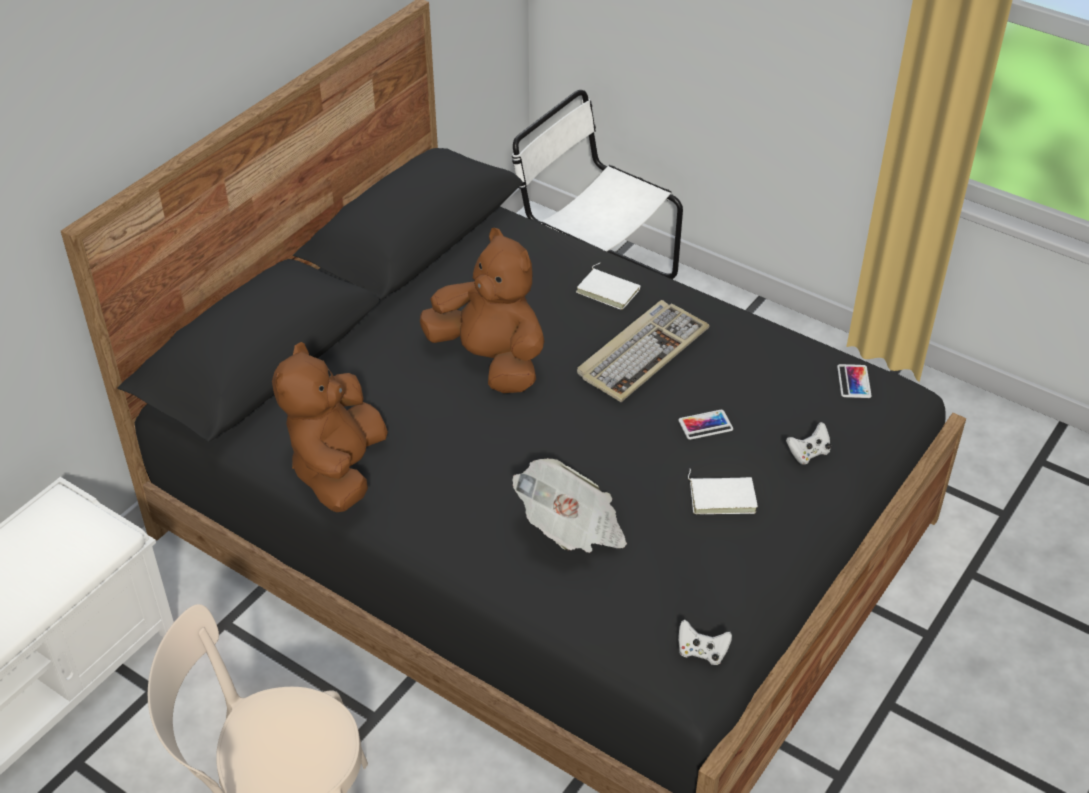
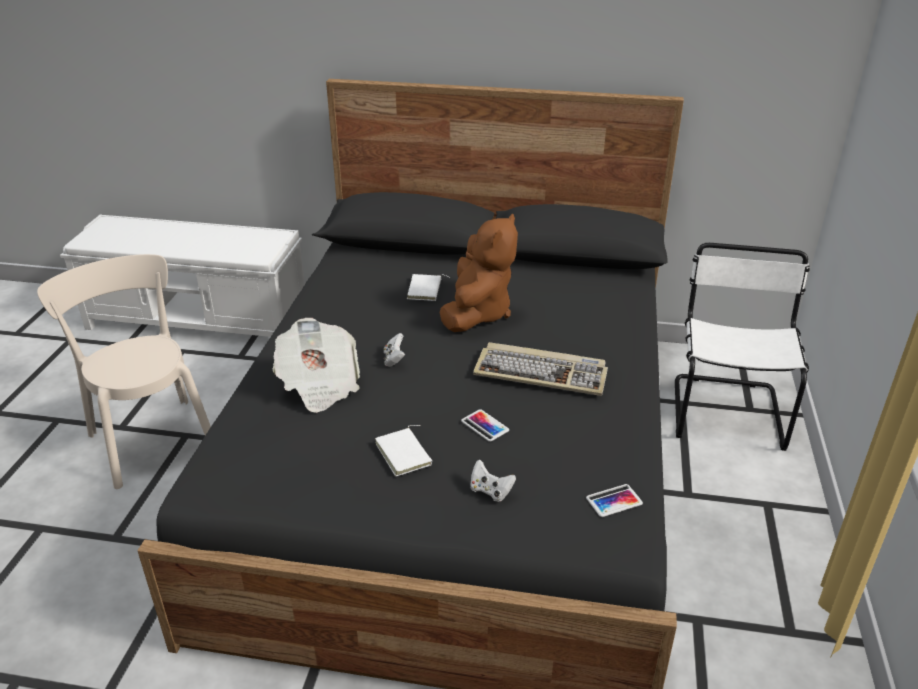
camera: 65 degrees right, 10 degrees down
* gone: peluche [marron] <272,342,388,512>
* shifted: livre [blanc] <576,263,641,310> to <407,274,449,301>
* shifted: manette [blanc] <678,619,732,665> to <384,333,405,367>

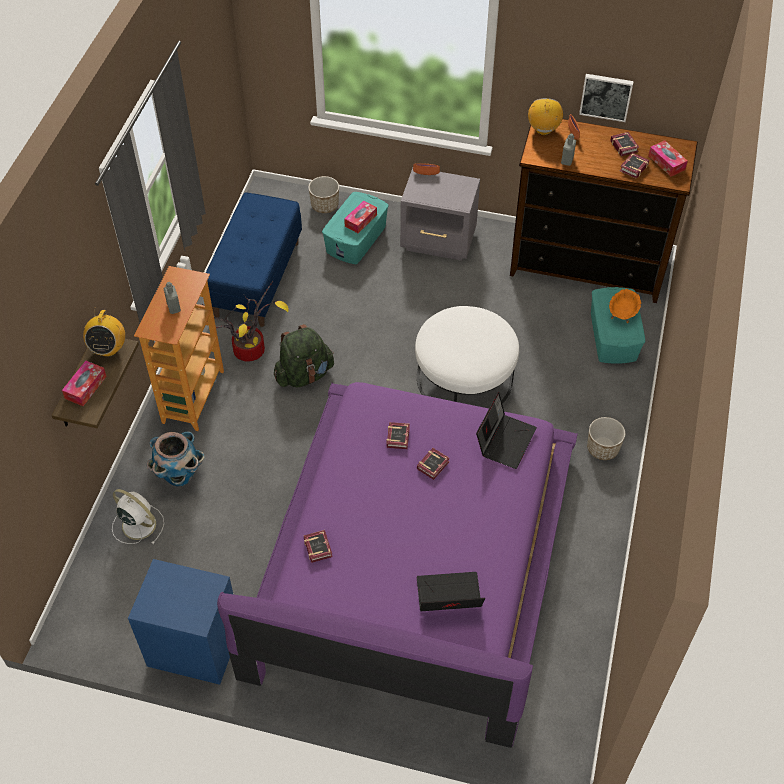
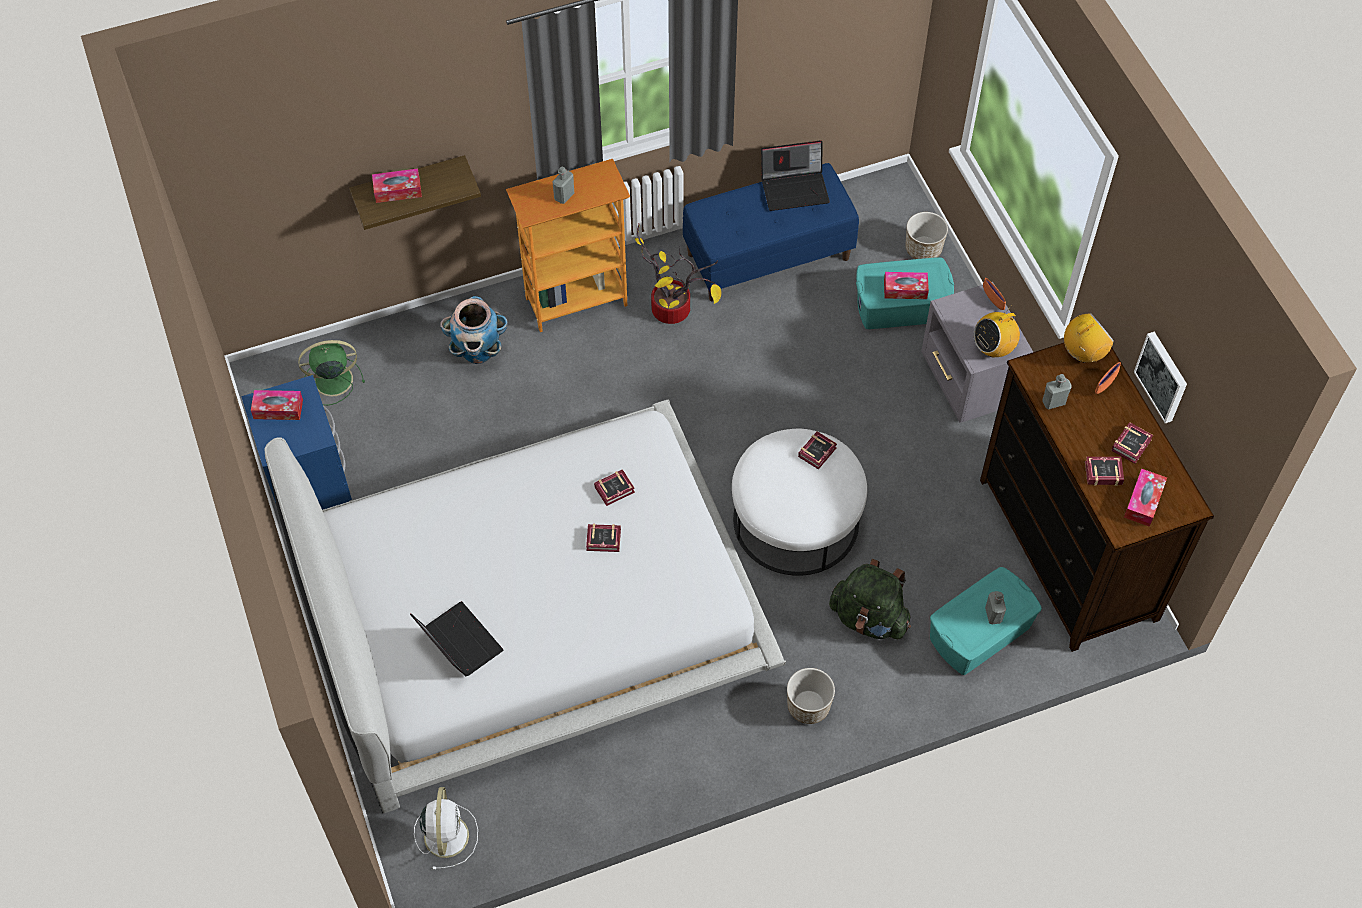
camera: 55 degrees right, 5 degrees up
* new: boîte à mouchoirs <251,390,303,420>
* new: ventilateur [vert] <298,340,365,405>
* shifted: radio <83,310,125,357> to <974,305,1020,357>
* shifted: ventilateur [blanc] <112,489,164,545> to <414,787,478,870>
* shifted: sac à dos [vert] <274,324,334,388> to <829,559,911,639>
* shifted: livre <304,530,333,563> to <798,431,837,470>
* shifted: ordinateur portable <476,392,537,469> to <761,140,830,211>
* swapped: bol [orange] <609,289,641,323> to bouteille [gris] <985,591,1006,624>
* repainted: lit [violet] <217,382,578,748> to lit [blanc] <264,400,786,813>

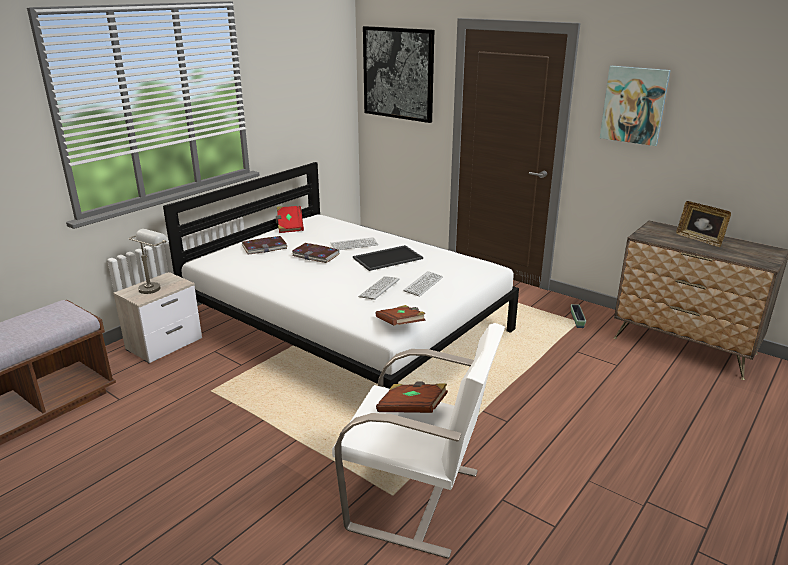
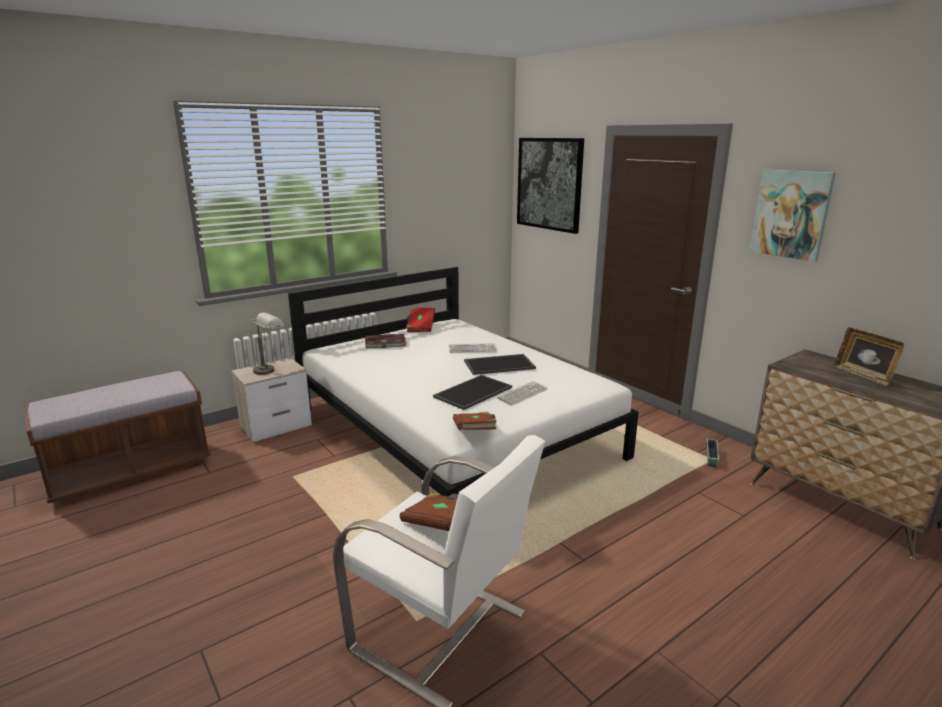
camera: 15 degrees right, 5 degrees down
* gone: livre <291,243,340,263>
* swapped: clavier <358,276,399,300> to plateau <433,375,512,410>

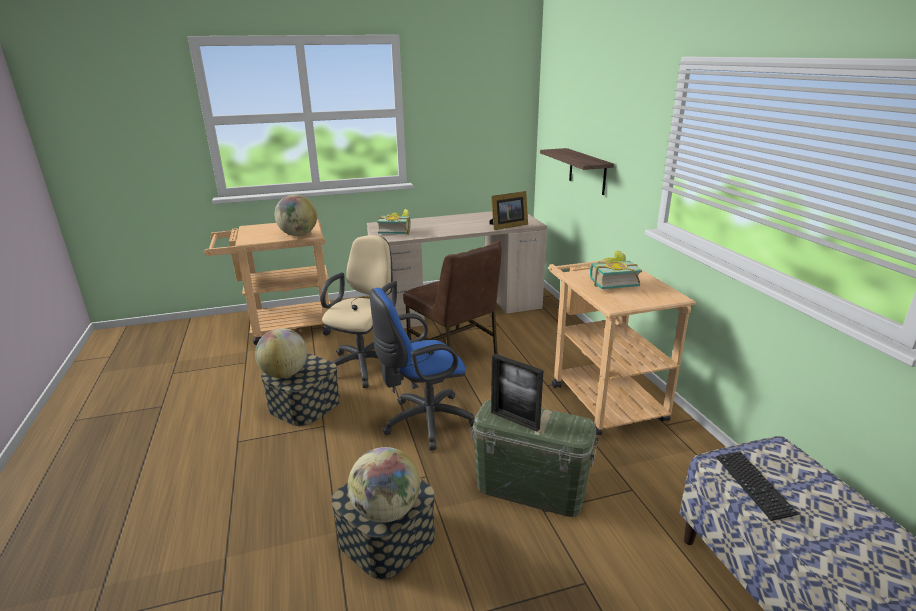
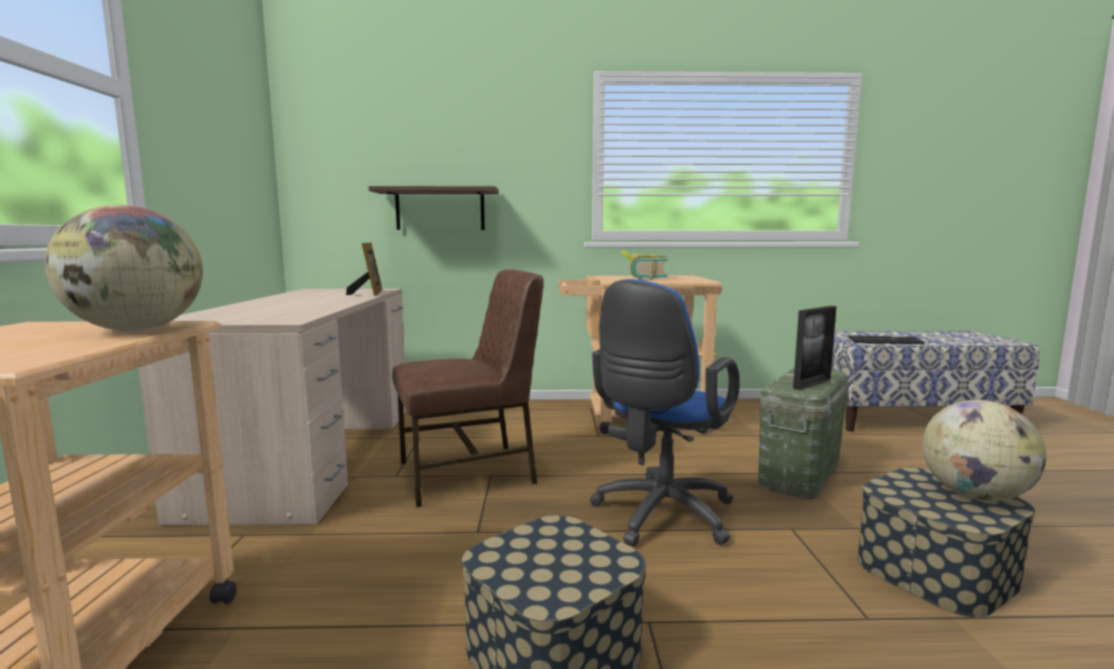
camera: 75 degrees left, 15 degrees down
* gone: globe <255,328,307,378>
* gone: chaise de bureau [beige] <320,235,397,388>
* gone: livre <377,209,411,234>
* rotated: chaise de bureau [bleu] <370,288,475,450> = <590,279,740,547> 45 degrees clockwise

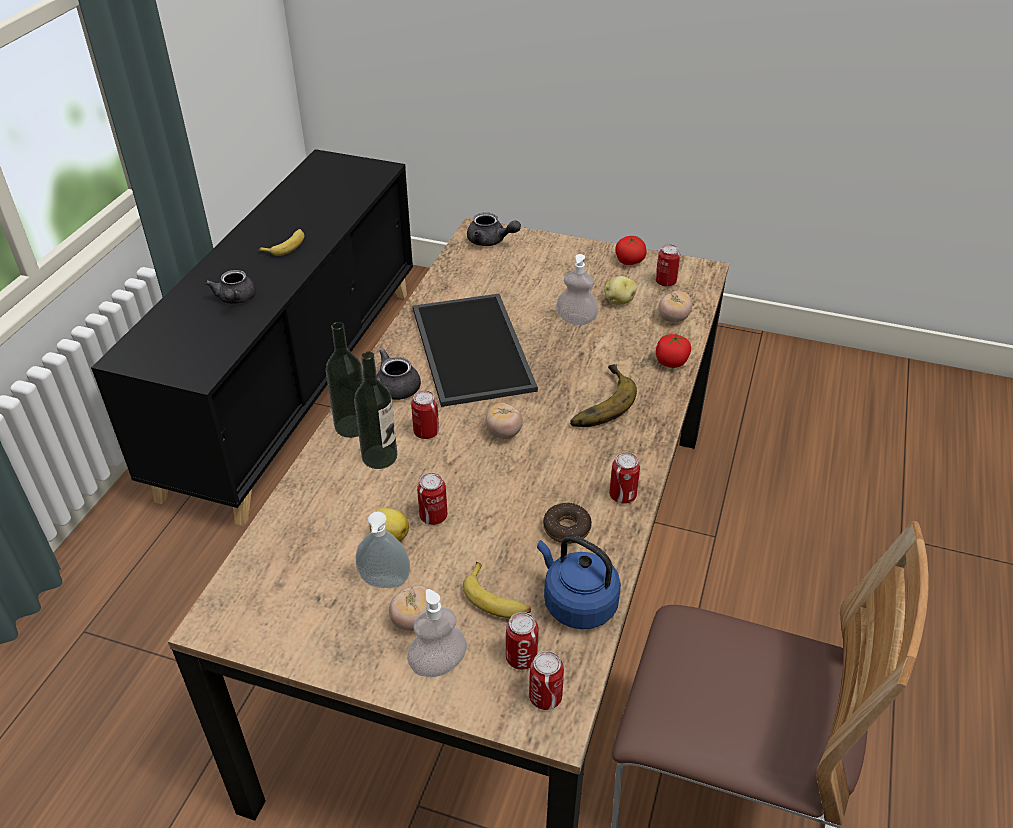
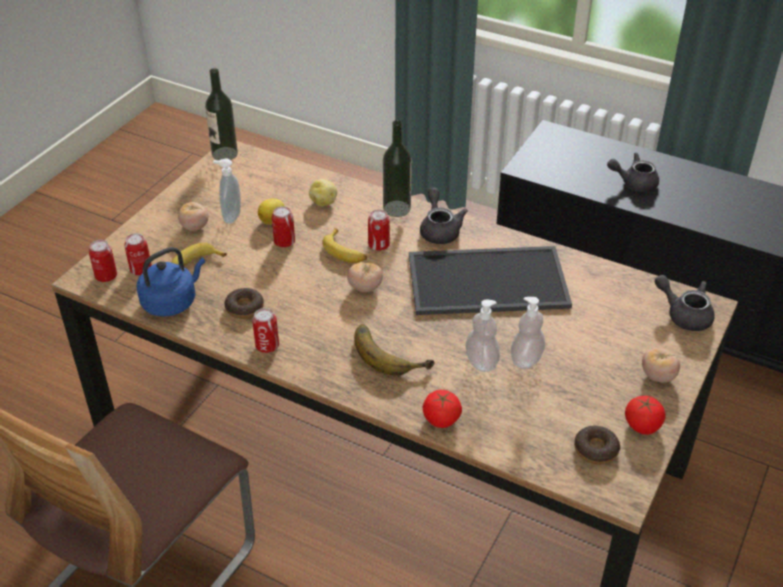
camera: 100 degrees right, 0 degrees up
* shifted: banane <259,229,304,256> to <322,228,367,263>
* shifted: bouteille <354,351,397,469> to <205,68,238,160>
* shifted: distributeur de savon <407,589,467,677> to <465,300,500,372>
* shifted: pomme de terre <604,276,636,305> to <309,179,337,206>
* shifted: tomate <658,291,692,323> to <642,348,680,383>
* swapped: boîte métallique <655,244,680,287> to beignet <574,426,620,464>
* rotated: théière [gris] <467,212,521,246> = <655,275,715,331> 90 degrees clockwise

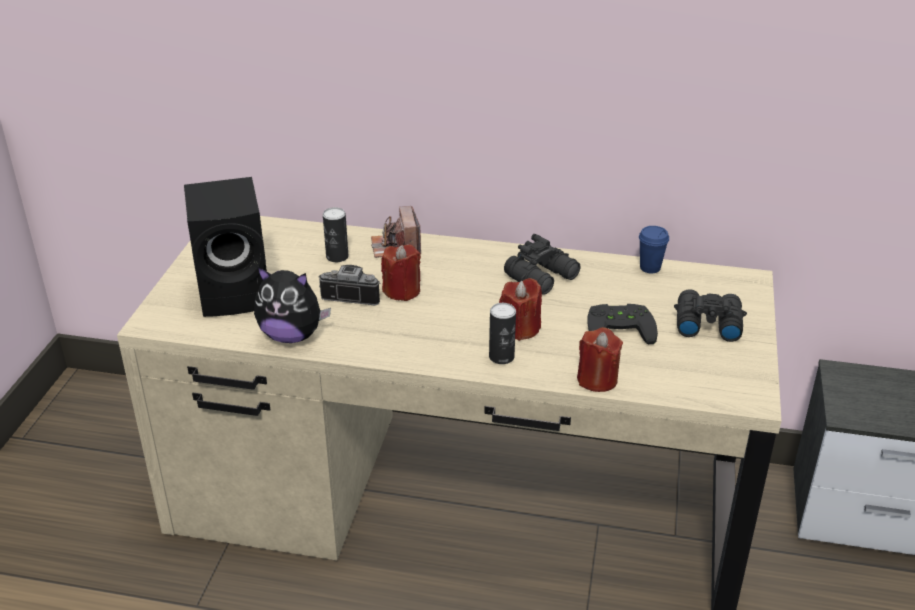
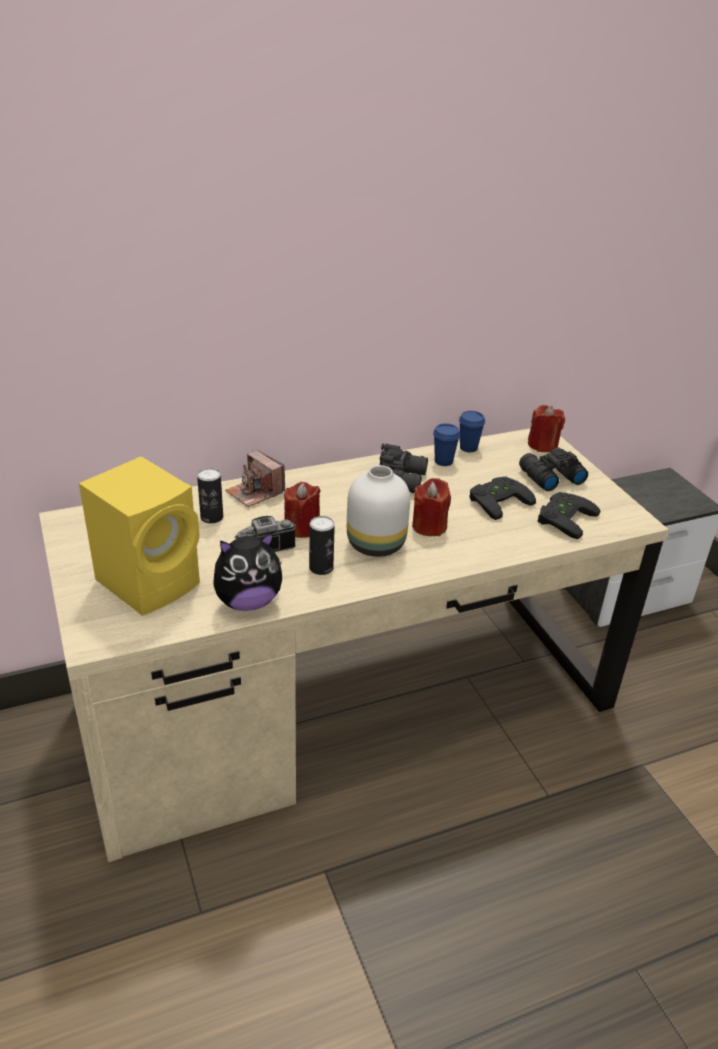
camera: 35 degrees left, 0 degrees up
* new: vase [blanc] <347,465,410,557>
* new: tasse [bleu] <433,423,460,466>
* new: manette [noir] <538,492,600,539>
* shifted: boîte métallique <489,303,516,364> to <309,516,335,575>
* shifted: bougie [rouge] <577,327,623,392> to <528,405,565,452>
* repainted: enceinte [noir] <184,177,267,317> to enceinte [jaune] <79,456,200,616>

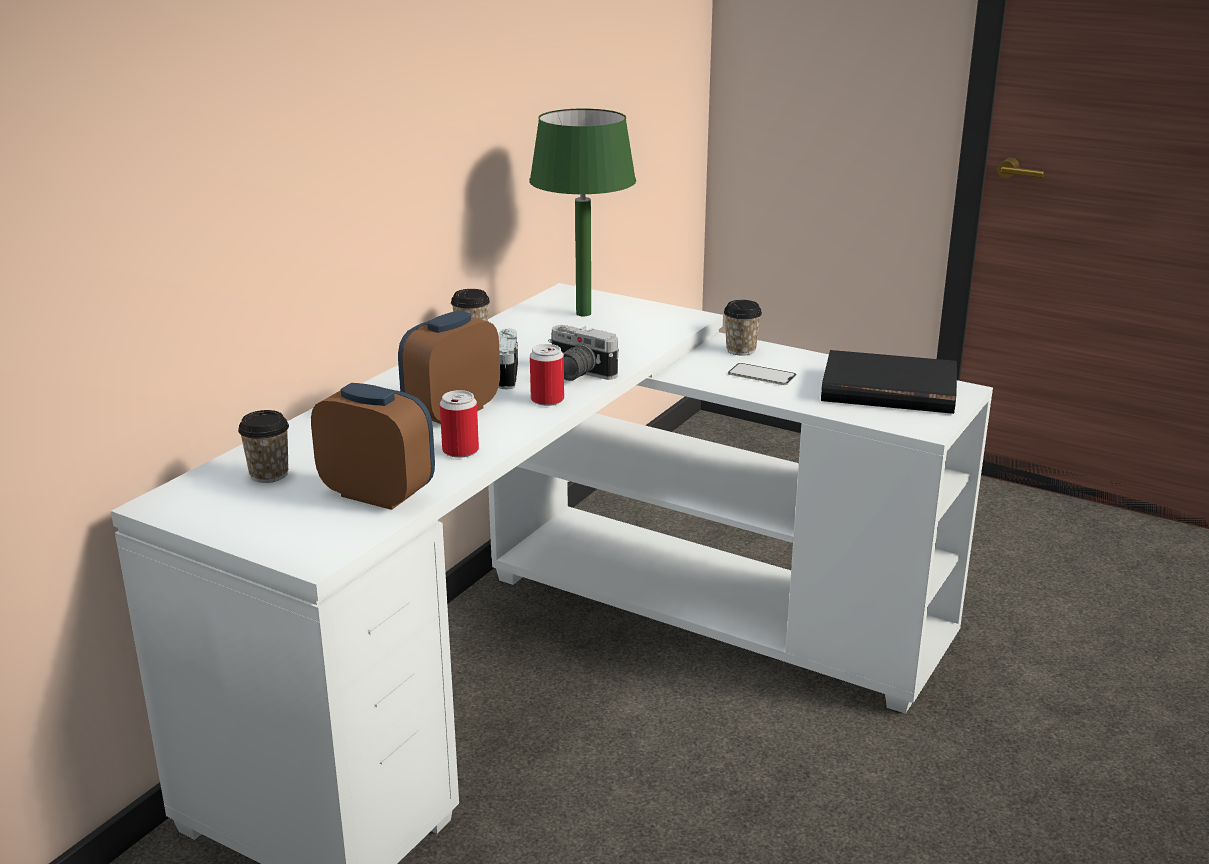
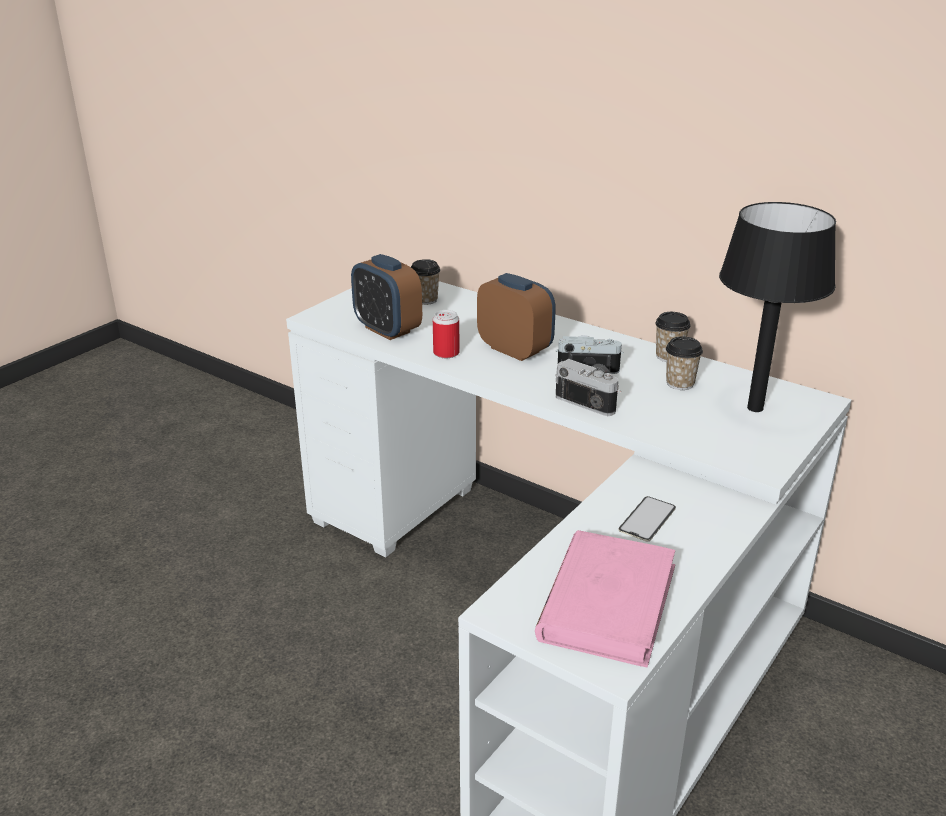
camera: 95 degrees right, 5 degrees up
* gone: boîte métallique <530,344,564,406>
* shifted: tasse <724,300,762,356> to <666,336,703,390>
* repainted: lampe de table [vert] <529,108,636,316> to lampe de table [noir] <719,202,836,412>
* repainted: livre [noir] <821,350,957,414> to livre [rose] <535,530,675,667>
* rotated: réveil <311,383,435,510> = <351,254,422,340> 105 degrees clockwise
* rotated: appareil photo <548,325,619,381> = <555,359,621,416> 90 degrees clockwise

